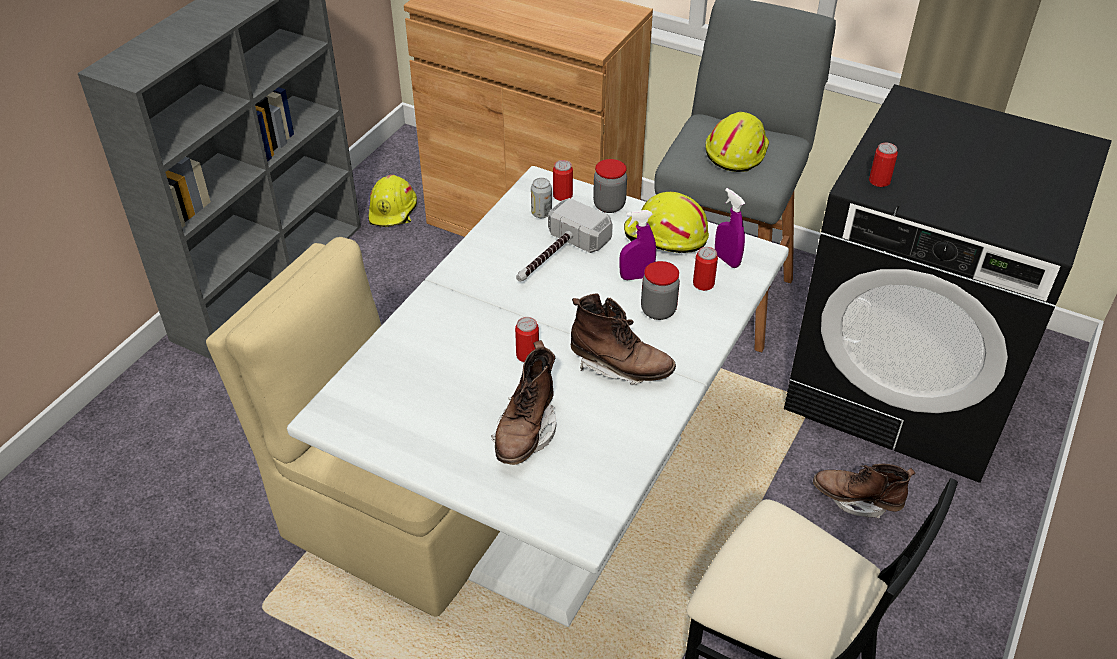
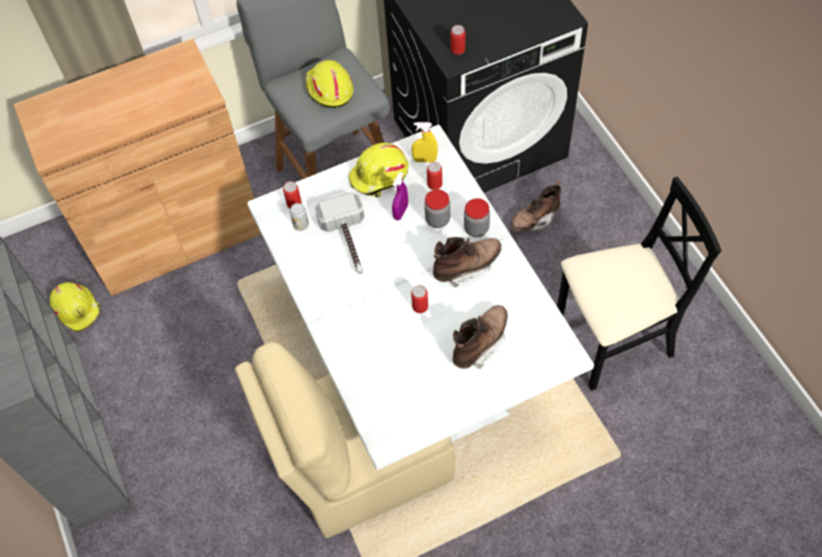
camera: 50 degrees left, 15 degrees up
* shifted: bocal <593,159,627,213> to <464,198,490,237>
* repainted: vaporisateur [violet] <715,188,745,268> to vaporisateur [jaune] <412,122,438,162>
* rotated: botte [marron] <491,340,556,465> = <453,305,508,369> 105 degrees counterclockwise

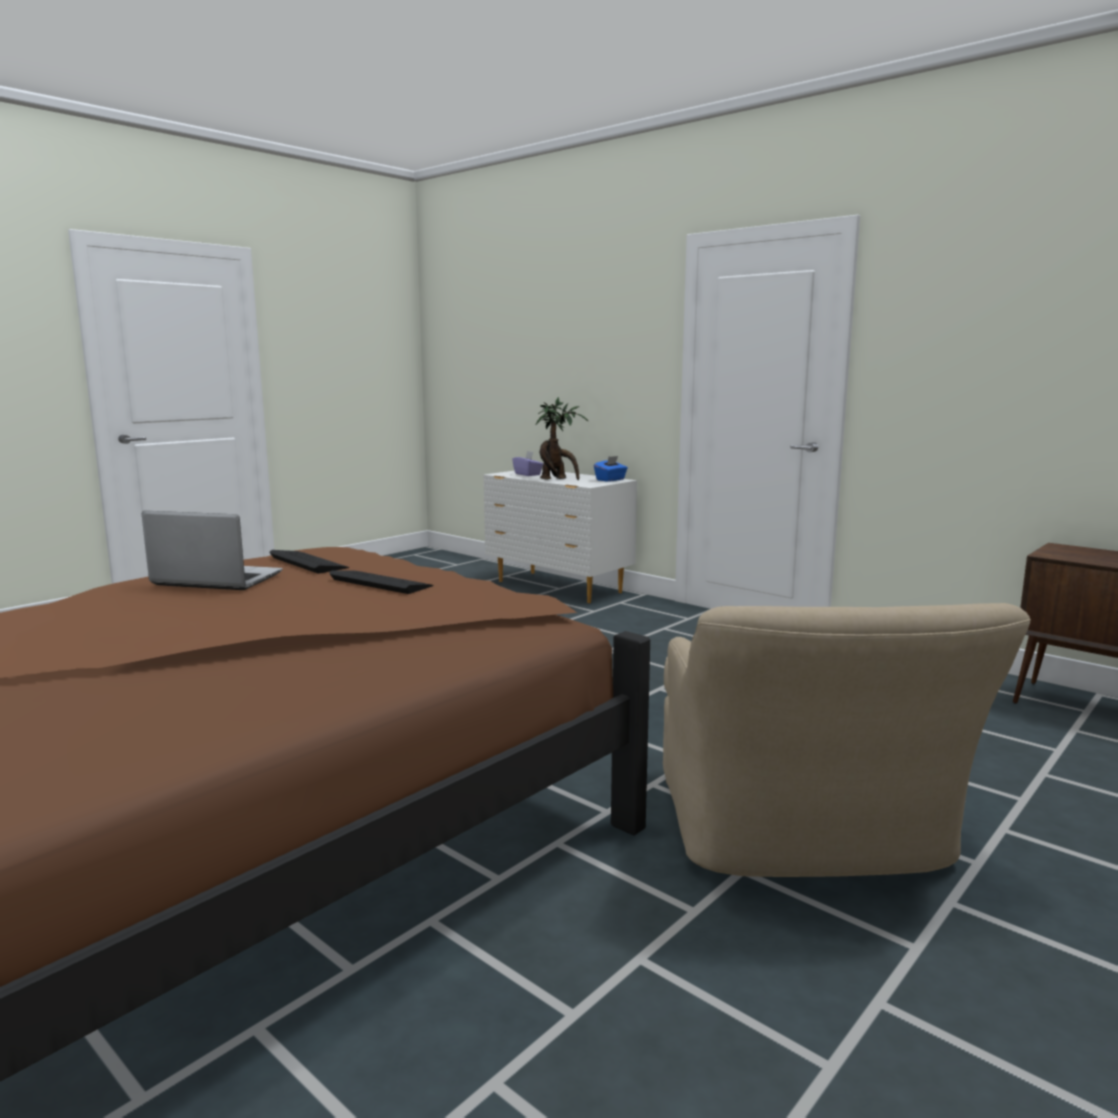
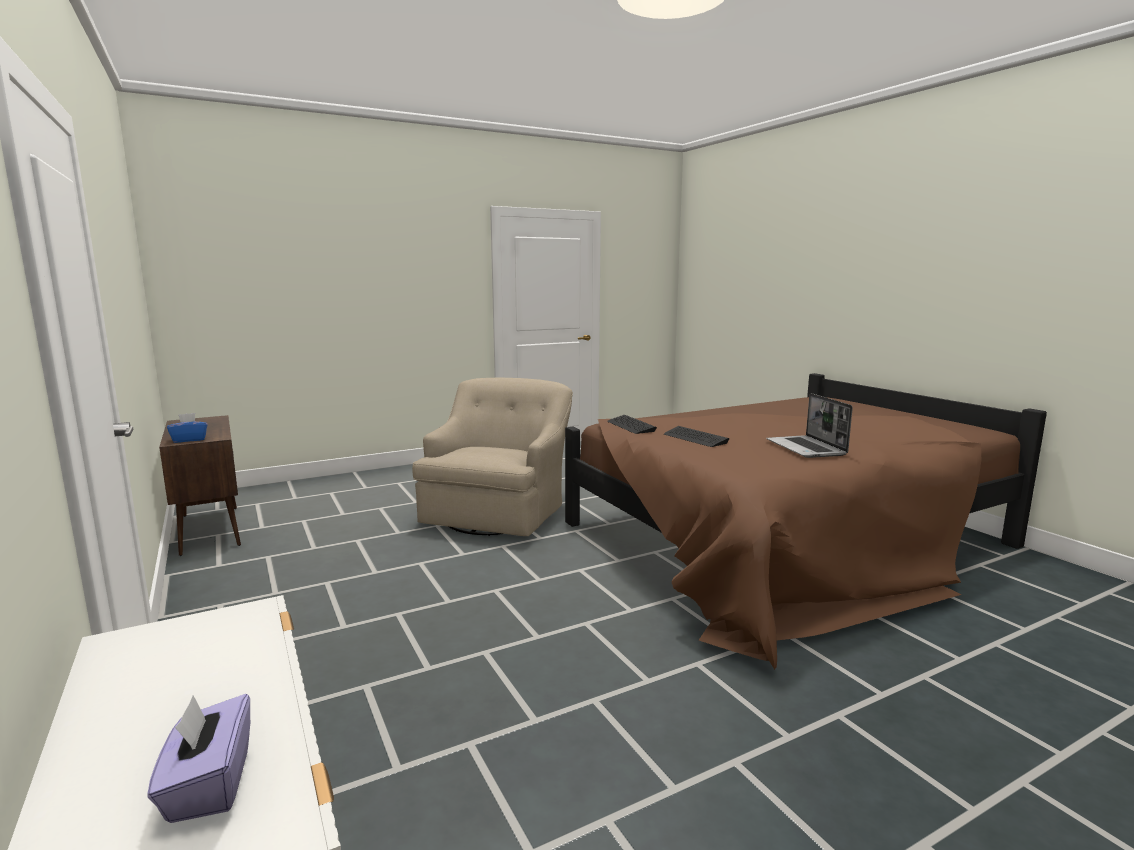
camera: 160 degrees left, 0 degrees up
* gone: plante en pot <536,397,588,480>
* shifted: clavier <269,550,349,574> to <607,415,657,434>
* shifted: boîte à mouchoirs [bleu] <594,456,628,482> to <167,413,208,443>
* rotated: ordinateur portable <142,511,283,590> = <766,393,853,458> 45 degrees clockwise

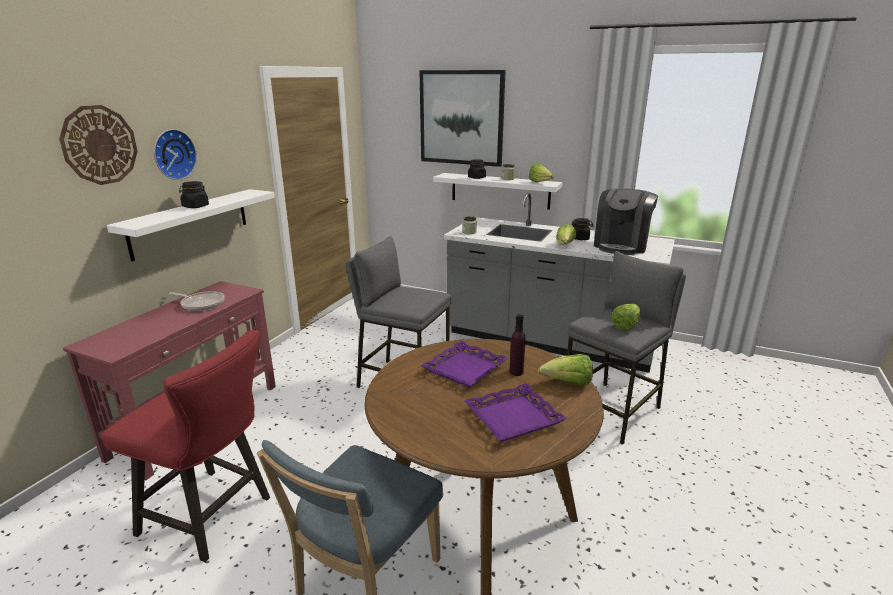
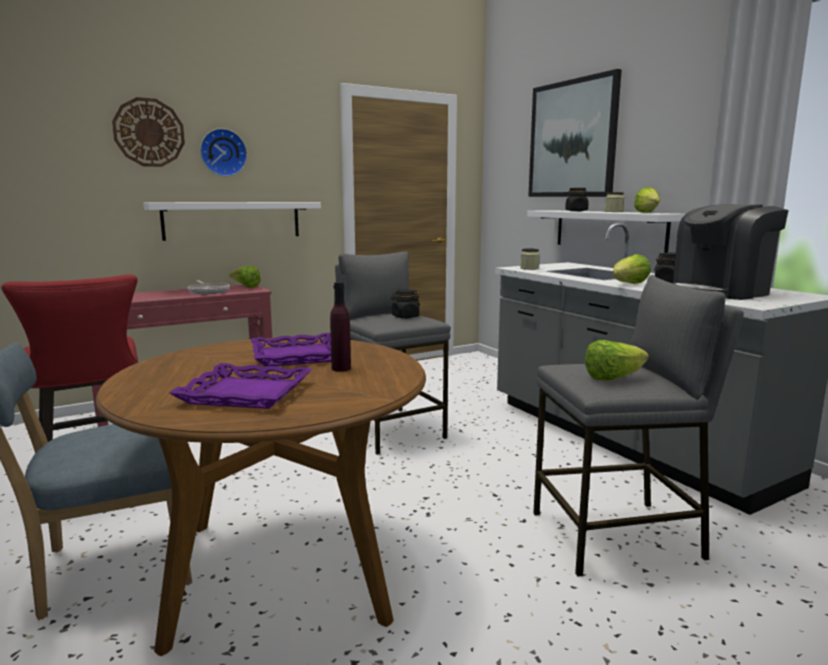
camera: 35 degrees right, 10 degrees down
* shifted: bocal [noir] <179,181,209,208> to <390,289,420,318>
* shifted: laitue <538,354,593,385> to <229,265,261,288>

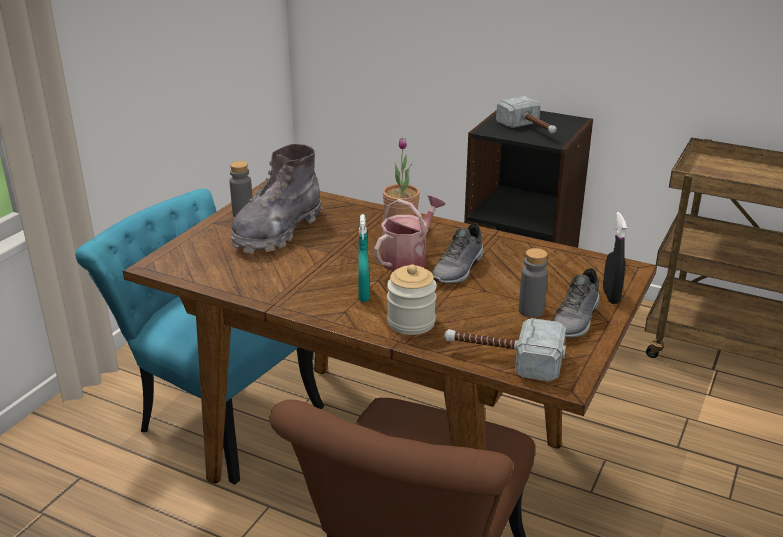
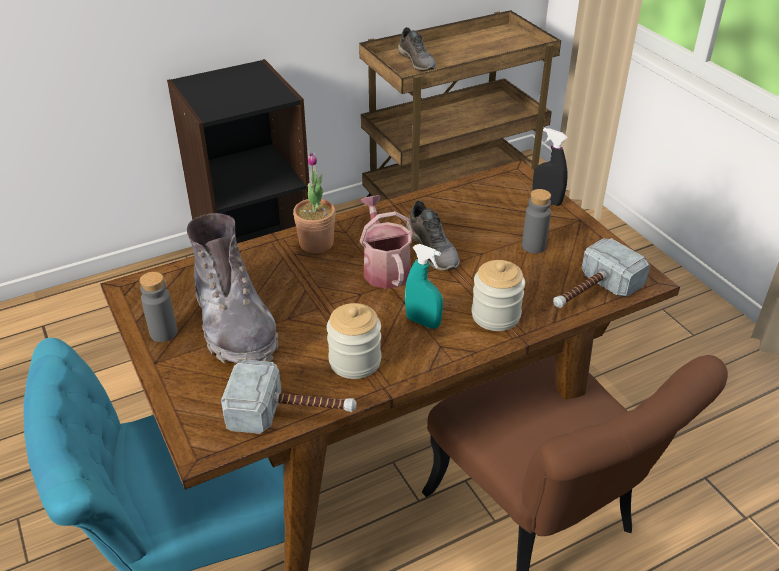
camera: 55 degrees left, 10 degrees up
* new: bocal <327,303,381,379>
* shifted: marteau <496,96,557,134> to <221,360,357,434>
* shifted: chaussure [gris] <552,268,600,338> to <398,27,436,71>

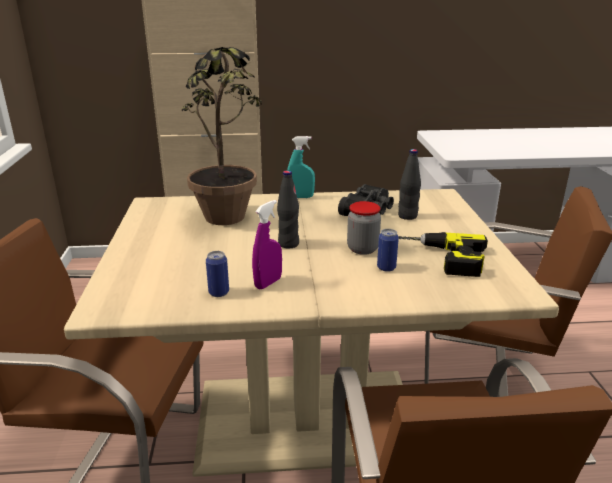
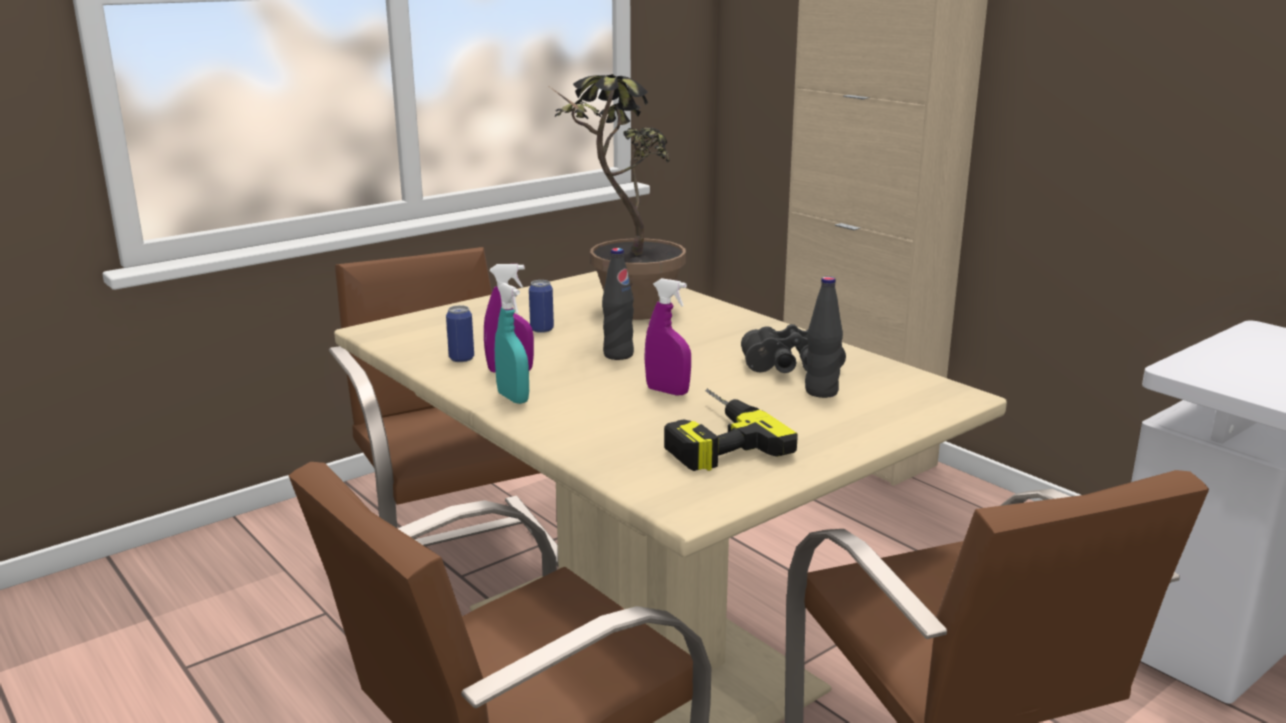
camera: 55 degrees right, 5 degrees down
* shifted: vaporisateur [turquoise] <287,136,315,198> to <495,283,529,404>
* shifted: boîte métallique <377,229,399,272> to <529,280,554,333>
* swapped: bocal <347,201,381,255> to vaporisateur [violet] <644,278,691,395>

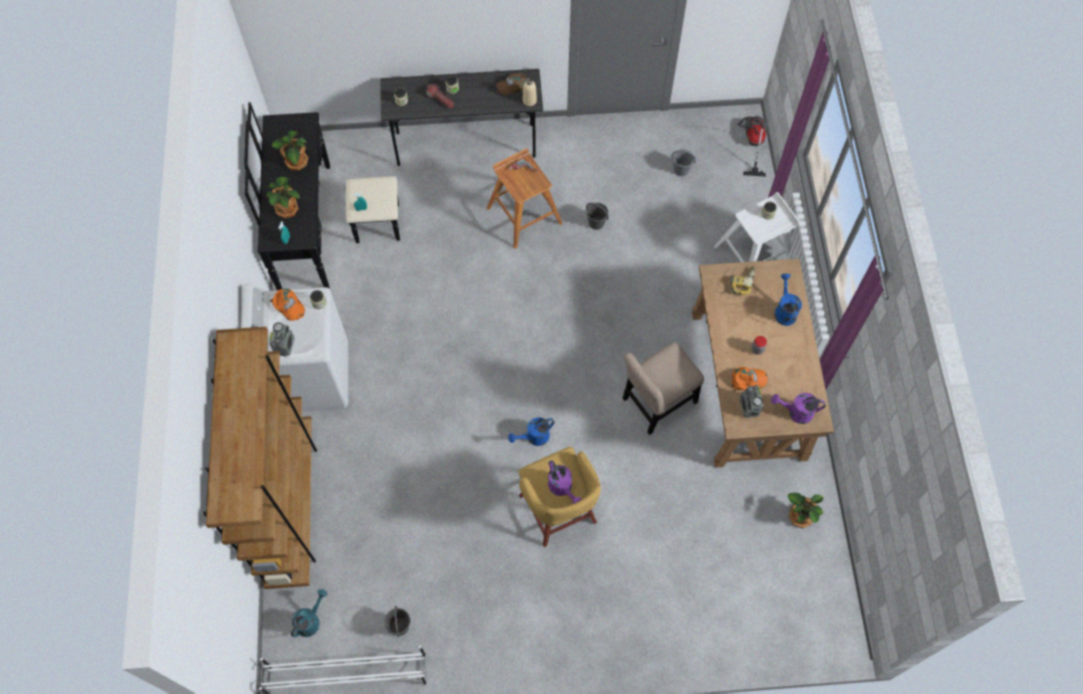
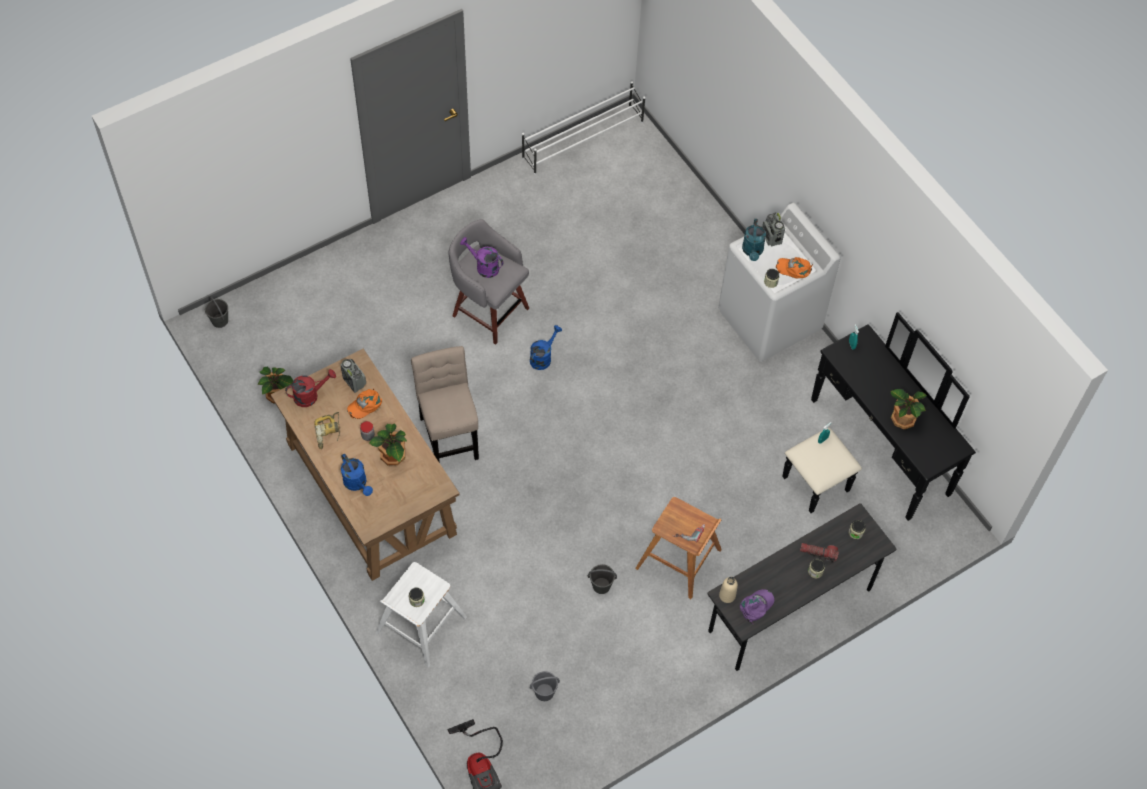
camera: 150 degrees right, 5 degrees down
* gone: bibliothèque [marron] <203,327,317,589>
* shifted: plante en pot <266,177,300,219> to <369,423,407,465>
* shifted: arrosoir [turquoise] <291,589,328,638> to <742,219,766,261>
* shifted: seau [gris] <384,606,410,637> to <205,297,228,328>
* shifted: perceuse <725,266,755,295> to <314,412,340,449>
* repainted: casquette [marron] <496,73,527,95> to casquette [violet] <740,589,774,624>
* repainted: tabouret [jaune] <519,447,601,547> to tabouret [gris] <448,219,529,345>
* repainted: arrosoir [violet] <771,393,825,424> to arrosoir [rouge] <285,369,336,407>
* rotated: chaise [beige] <623,342,704,435> = <411,346,479,463> 45 degrees counterclockwise

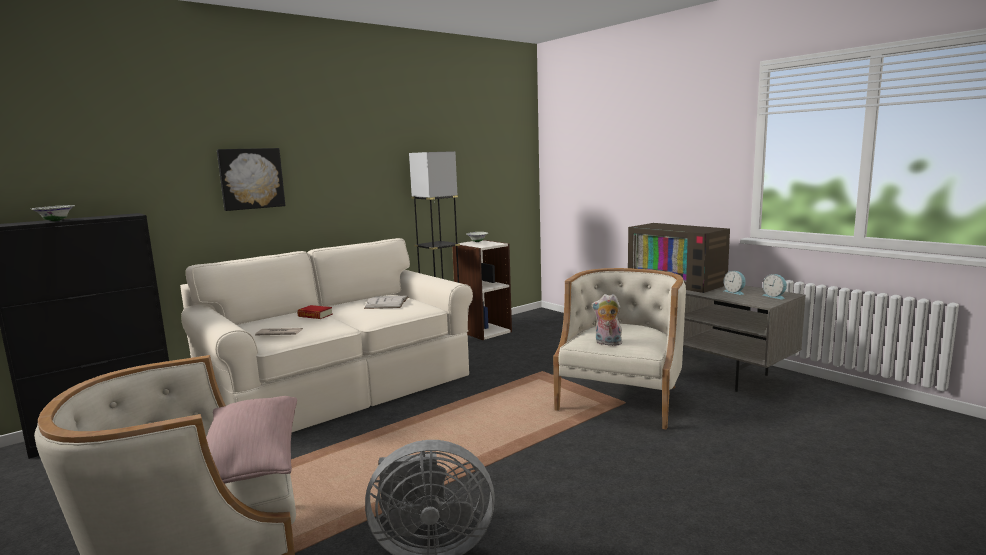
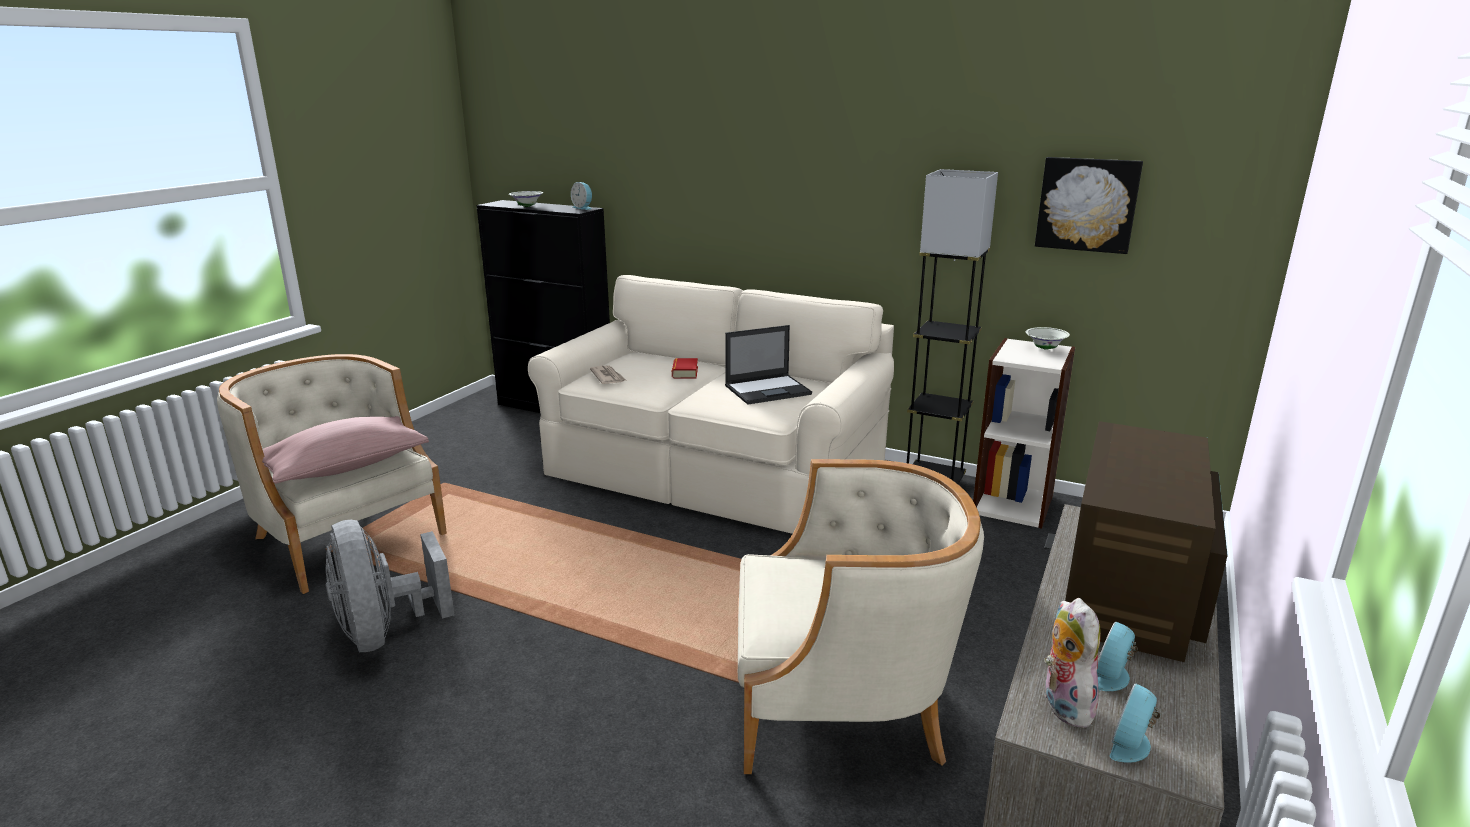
camera: 65 degrees right, 10 degrees up
* new: réveil <571,182,592,210>
* shifted: tableau <217,148,285,211> to <1035,157,1143,254>
* shifted: peluche <591,294,622,346> to <1044,598,1101,728>
* swapped: livre [blanc] <364,296,408,309> to ordinateur portable <725,325,812,405>

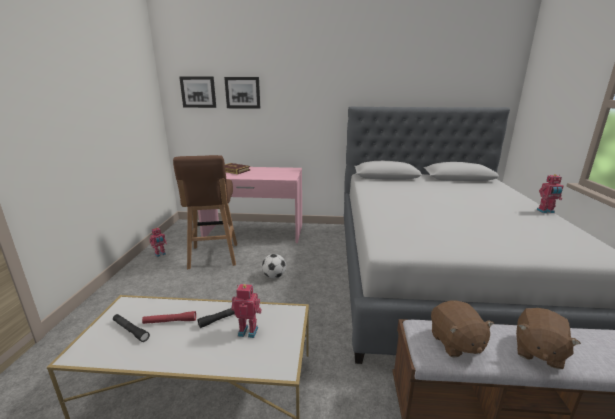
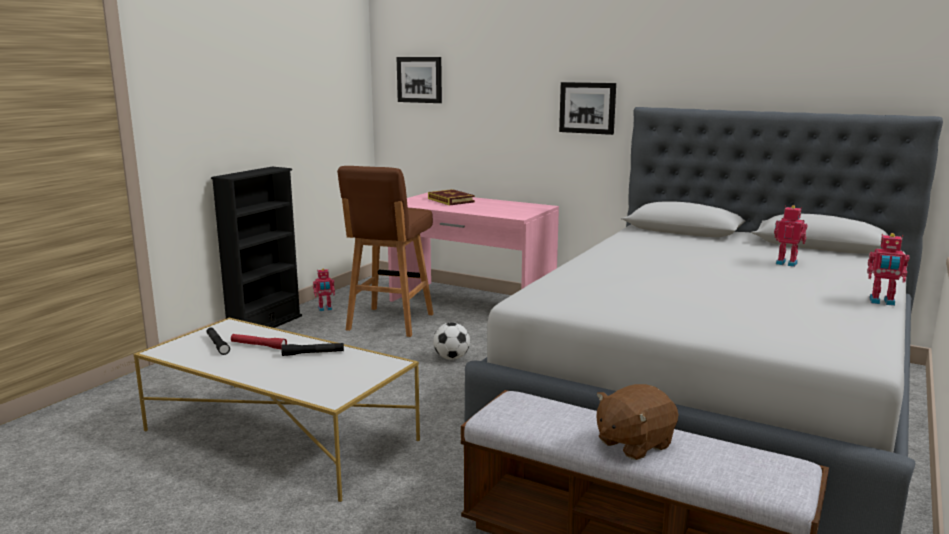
camera: 25 degrees right, 5 degrees down
* gone: peluche [marron] <431,300,494,357>
* new: bibliothèque [noir] <211,167,302,328>
* shifted: tableau <224,77,260,109> to <559,82,616,135>
* shifted: robot jouet <231,284,262,338> to <774,205,807,267>

